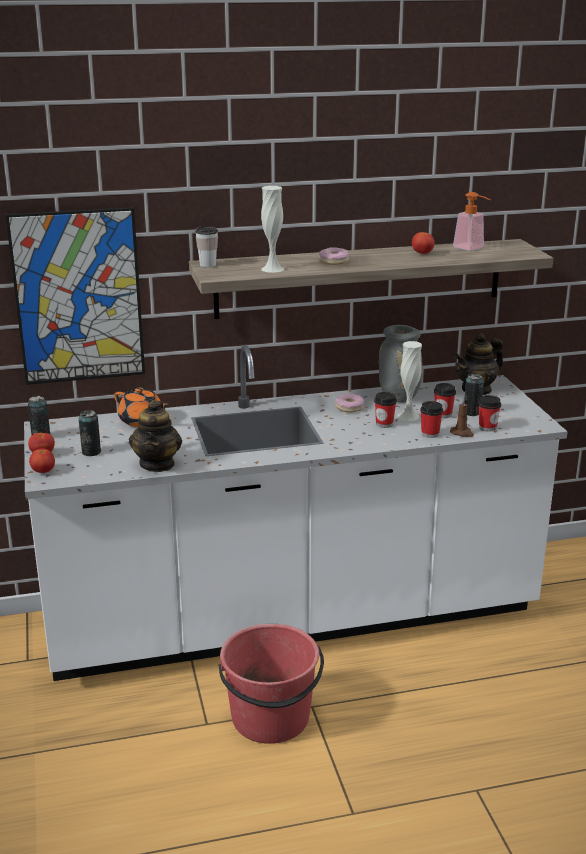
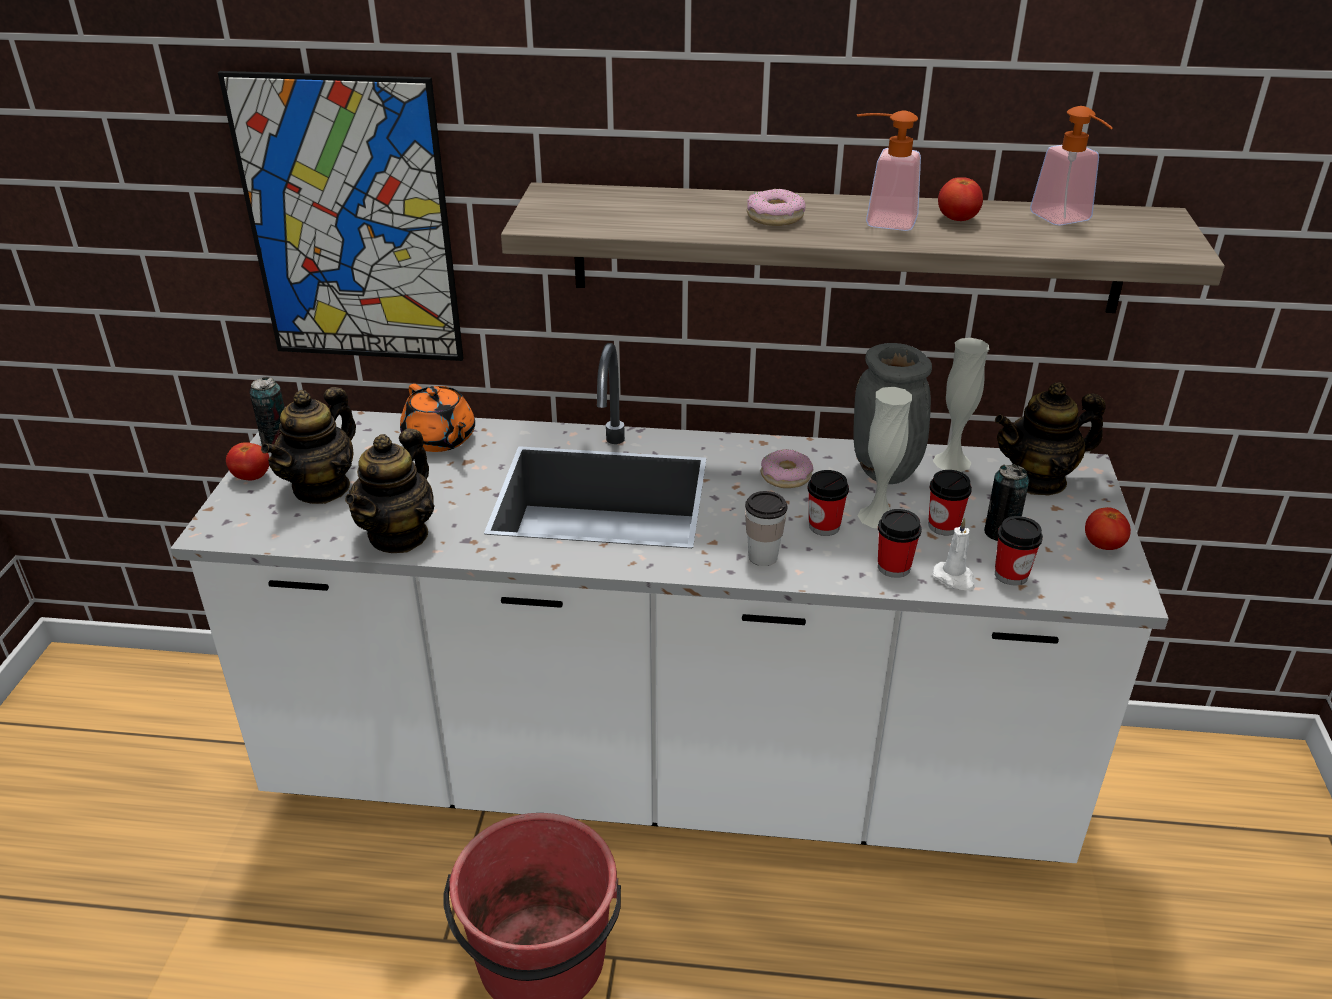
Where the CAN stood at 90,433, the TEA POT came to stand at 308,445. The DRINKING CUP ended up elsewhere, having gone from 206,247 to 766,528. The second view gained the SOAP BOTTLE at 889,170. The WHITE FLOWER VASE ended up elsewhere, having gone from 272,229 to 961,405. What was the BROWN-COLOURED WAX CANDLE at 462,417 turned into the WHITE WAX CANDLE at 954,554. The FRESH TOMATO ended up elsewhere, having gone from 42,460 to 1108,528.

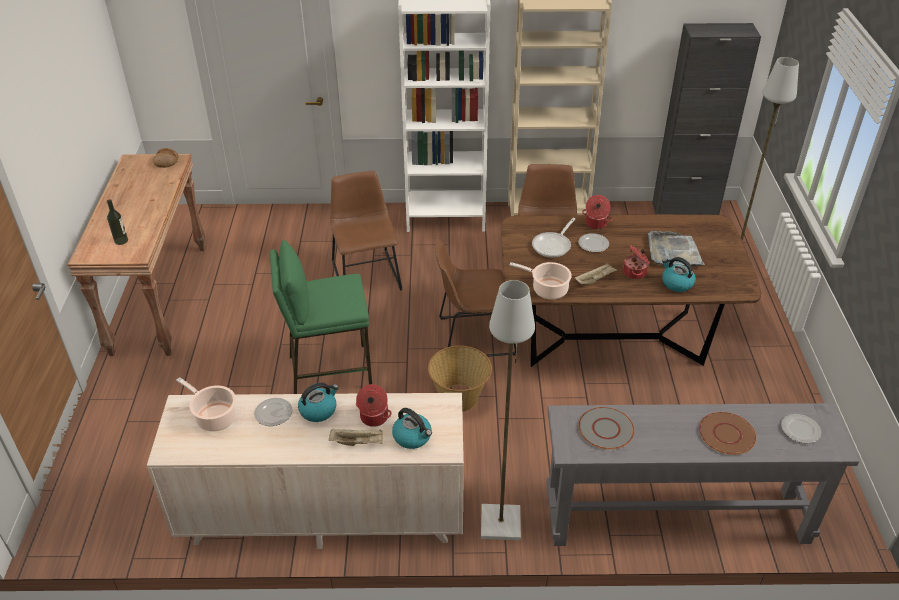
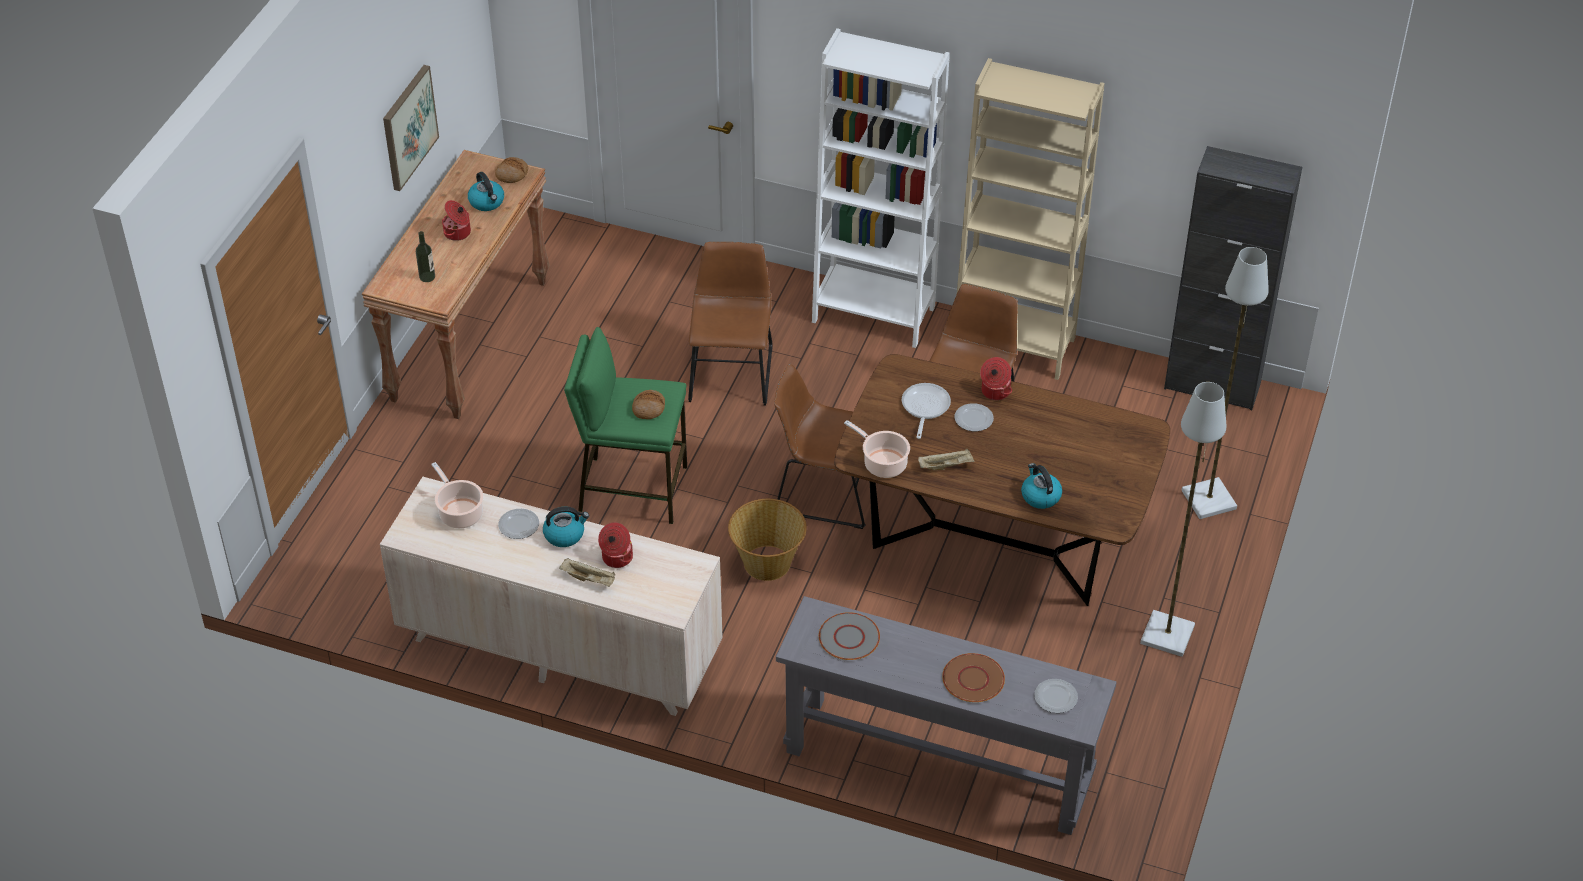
The second view gained the WALL PICTURE at 411,128. The COOKING POT ended up elsewhere, having gone from 636,262 to 456,220. The KETTLE ended up elsewhere, having gone from 412,428 to 486,191. The second view gained the BREAD at 648,404. The SKILLET at 553,238 ended up facing another way, 135 degrees clockwise from before. The GREY FLOOR LAMP ended up elsewhere, having gone from 508,410 to 1183,519. The second view lost the GREY CARRYING TRAY at 676,248.

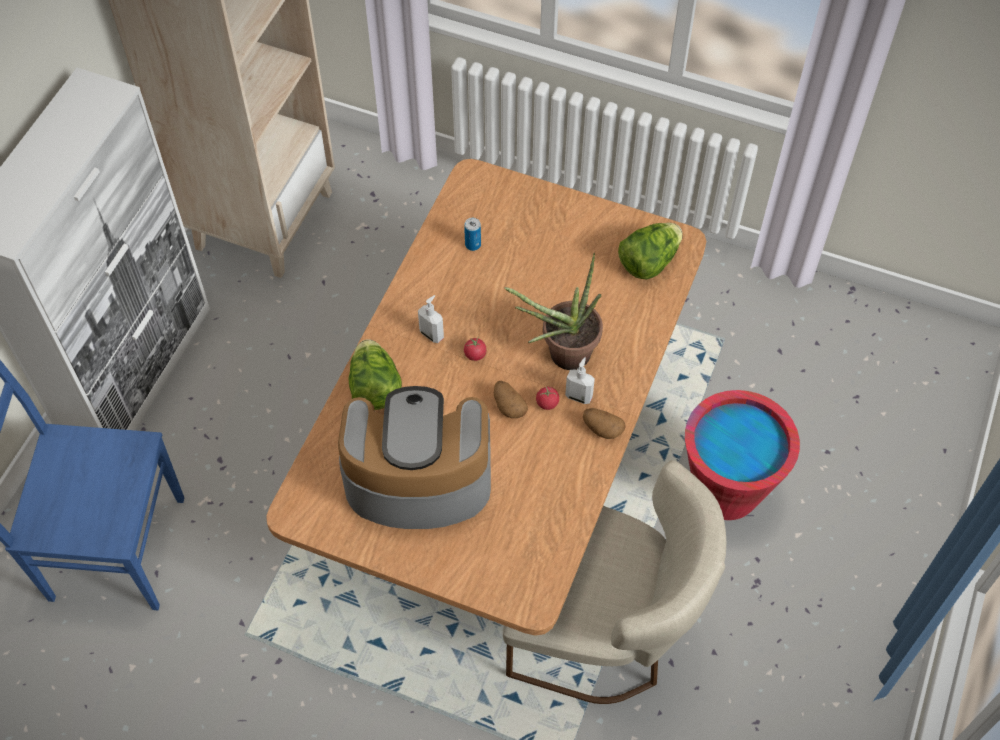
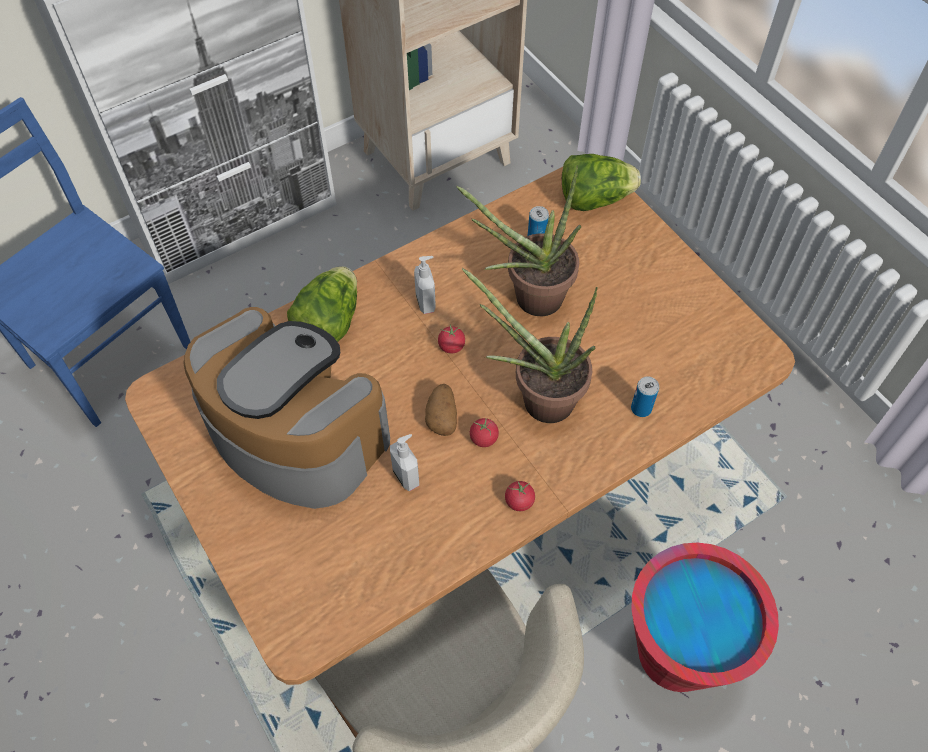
The SOAP BOTTLE ended up elsewhere, having gone from 580,380 to 404,462. The second view gained the POTTED PLANT at 518,240. Where the WHOLE POTATO stood at 604,423, the FRESH TOMATO came to stand at 520,496. The HEAD OF LETTUCE ended up elsewhere, having gone from 650,251 to 601,182. The second view gained the CAN at 645,396.

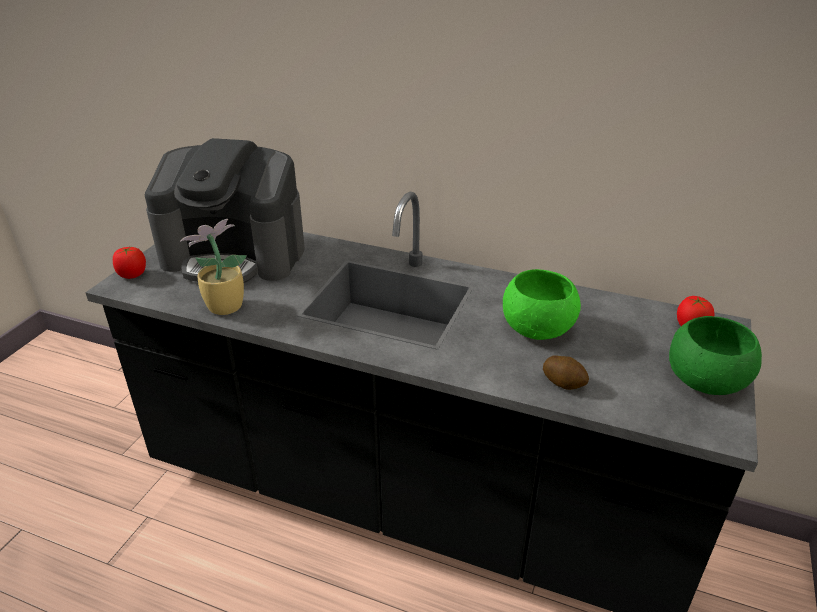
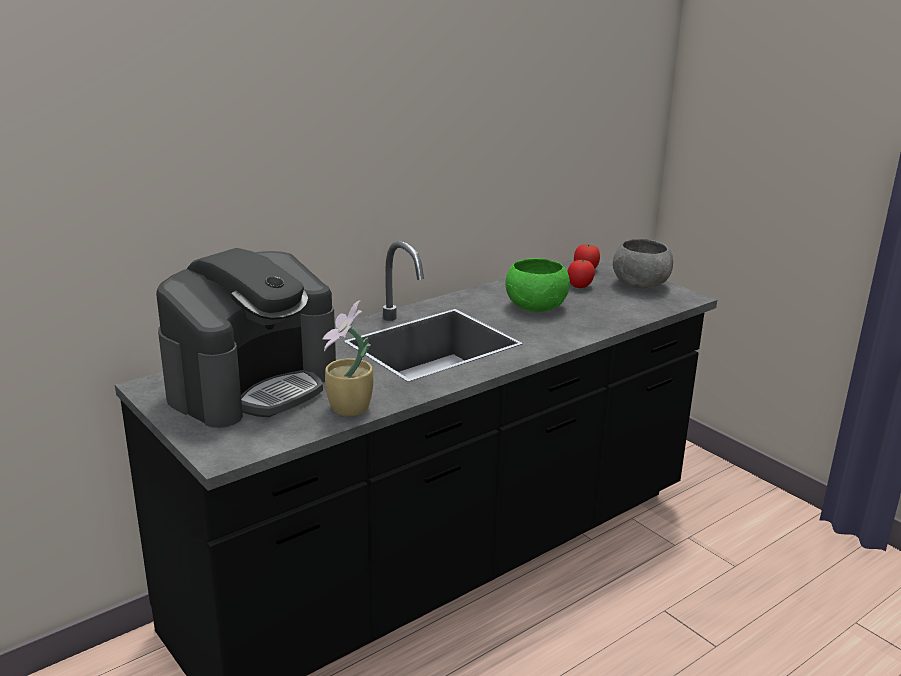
The FRESH TOMATO ended up elsewhere, having gone from 129,262 to 581,274. What was the GREENISH DEEP DISH at 715,355 turned into the GREY DEEP DISH at 643,263. The second view lost the WHOLE POTATO at 566,372.

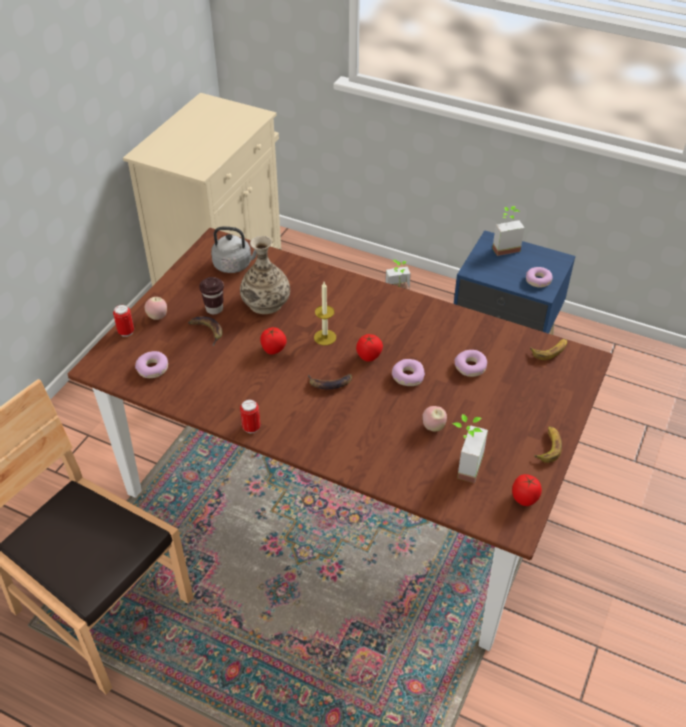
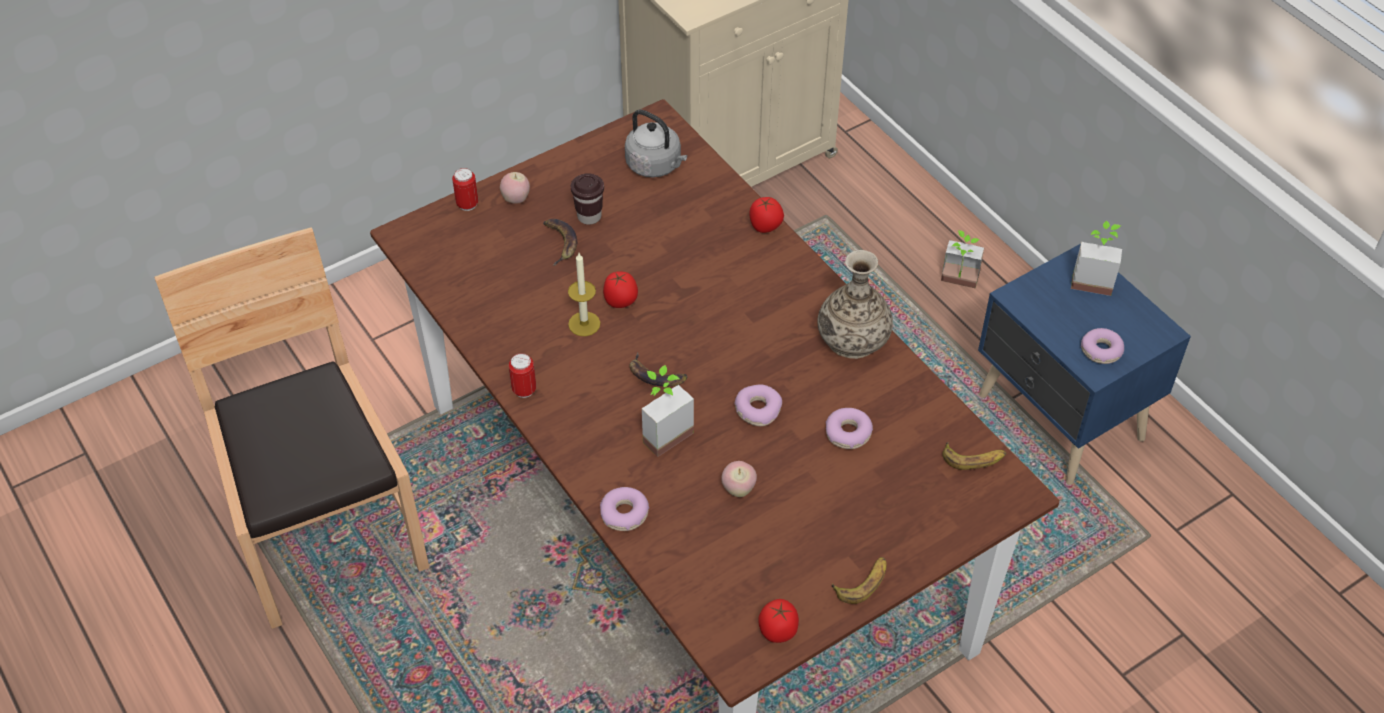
The WAX CANDLE ended up elsewhere, having gone from 325,313 to 584,294. The RING DOUGHNUT ended up elsewhere, having gone from 151,364 to 624,509. The POTTED PLANT ended up elsewhere, having gone from 470,448 to 668,411. The FRESH TOMATO ended up elsewhere, having gone from 369,348 to 766,215. The FLOWER VASE ended up elsewhere, having gone from 265,275 to 855,304.

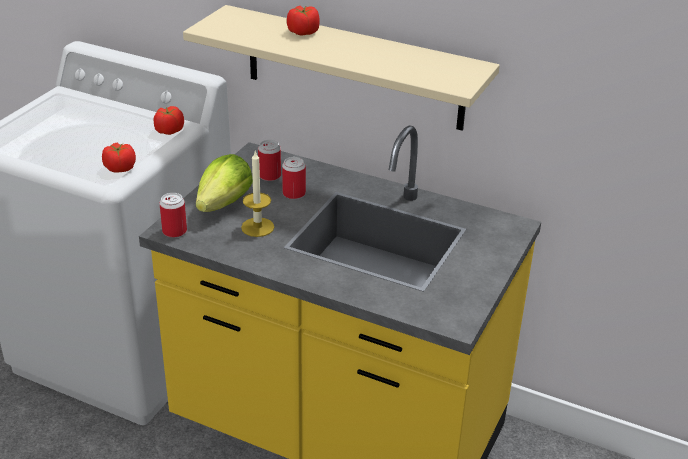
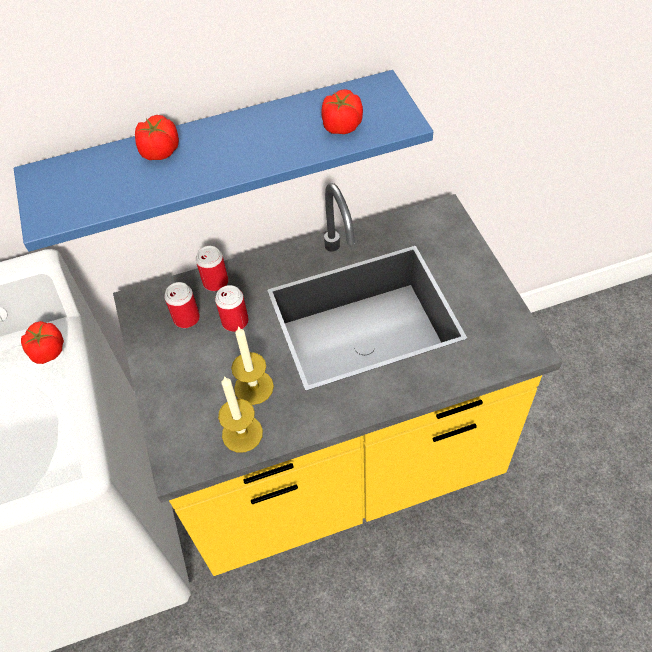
What was the BEIGE SHELF at 341,68 turned into the BLUISH SHELF at 223,161. The CAN ended up elsewhere, having gone from 173,215 to 212,268. The second view gained the WAX CANDLE at 240,414. The FRESH TOMATO ended up elsewhere, having gone from 119,158 to 342,111. The second view lost the HEAD OF LETTUCE at 224,183.

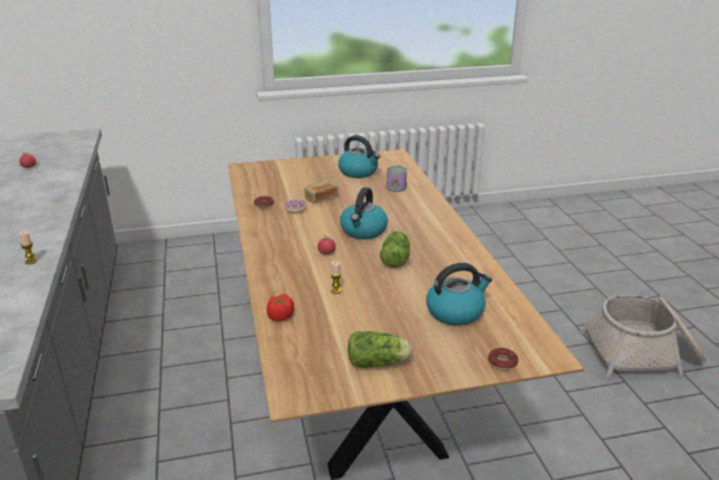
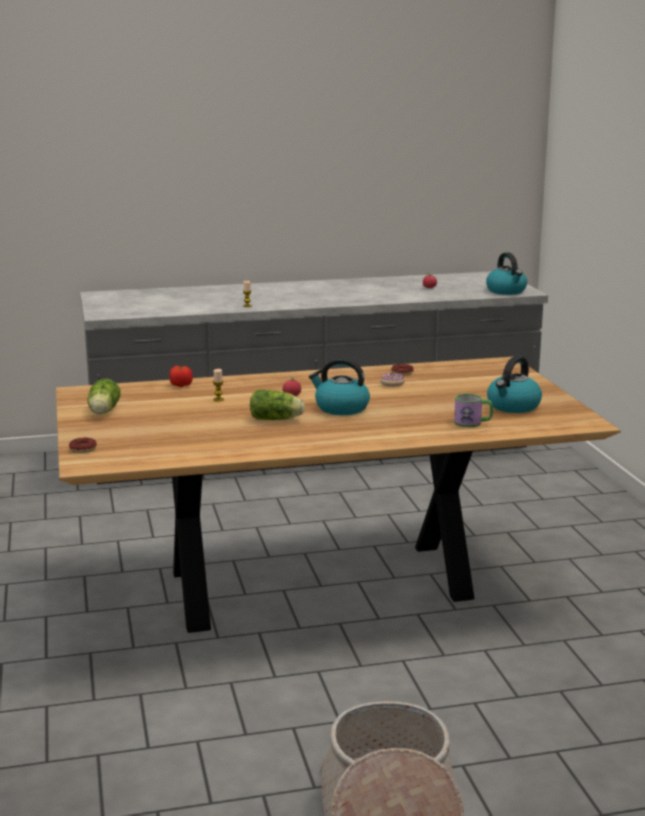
The KETTLE ended up elsewhere, having gone from 459,294 to 506,273. The second view lost the BREAD at 321,191.

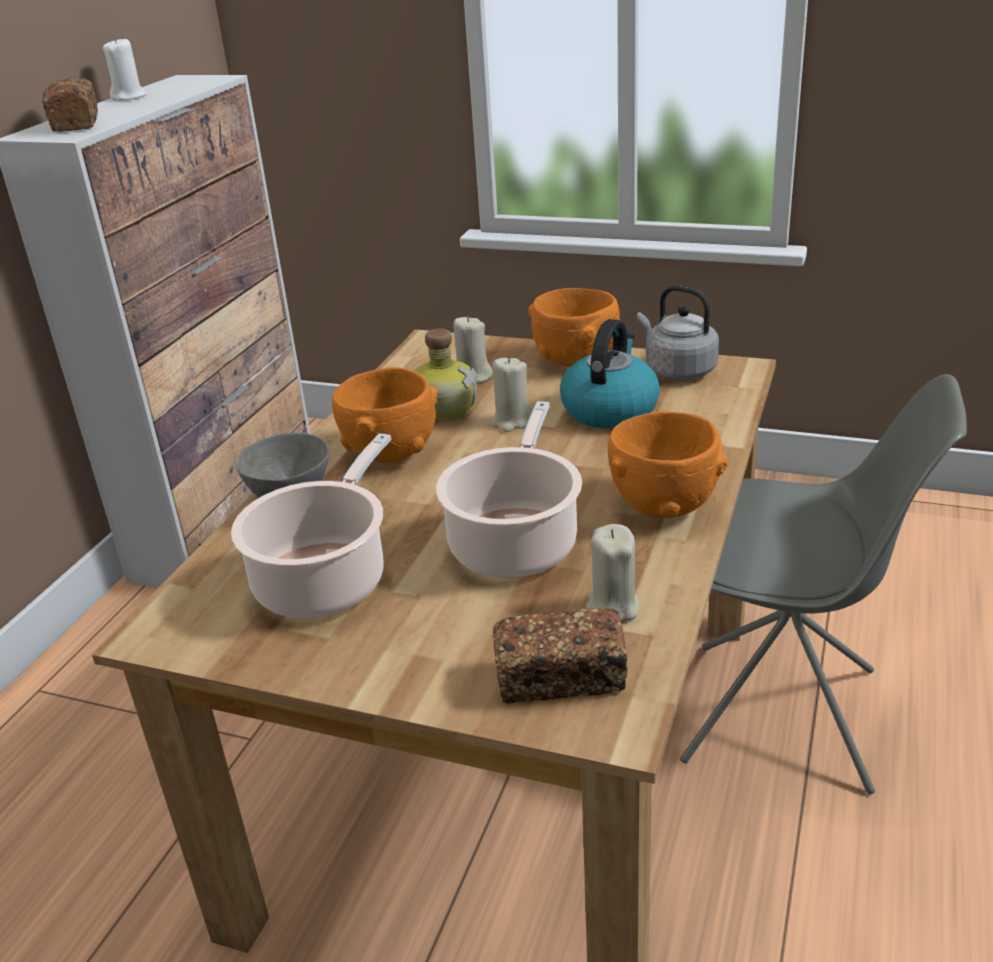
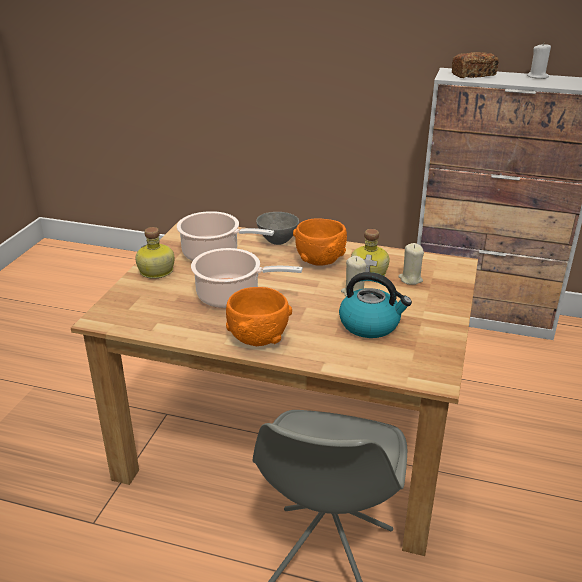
The second view gained the BOTTLE at 155,253. The second view lost the BREAD at 560,655. The second view lost the ORANGEY DEEP DISH at 574,327. The second view lost the BEIGE WAX CANDLE at 612,572. The second view lost the GREY KETTLE at 678,332.

